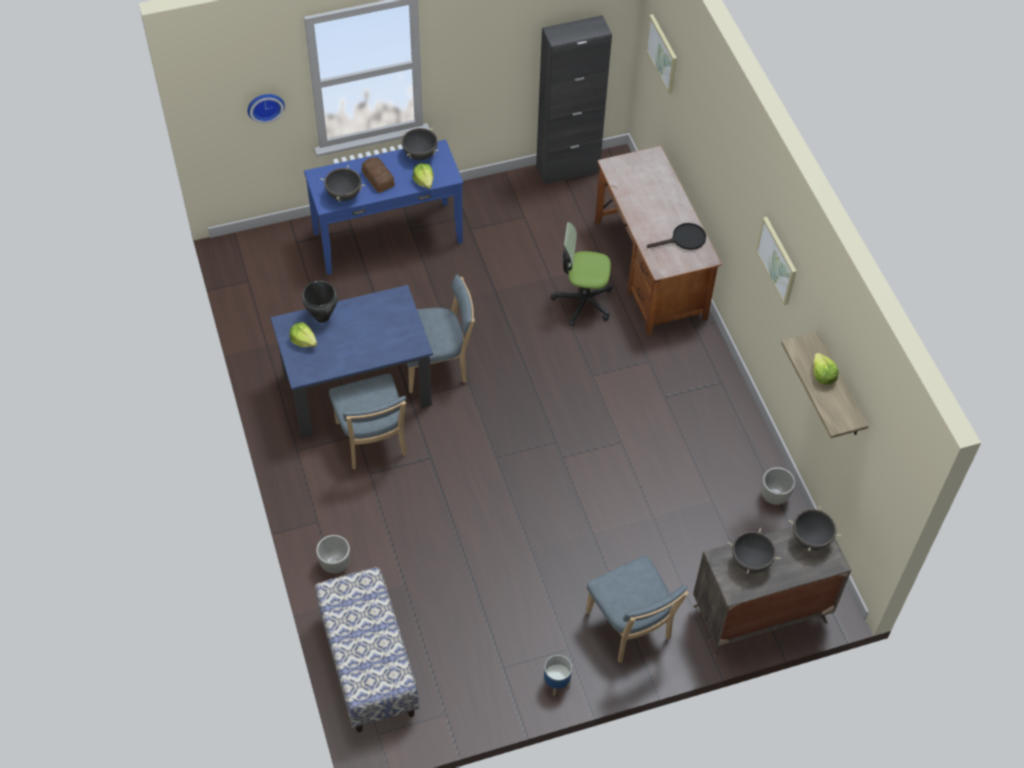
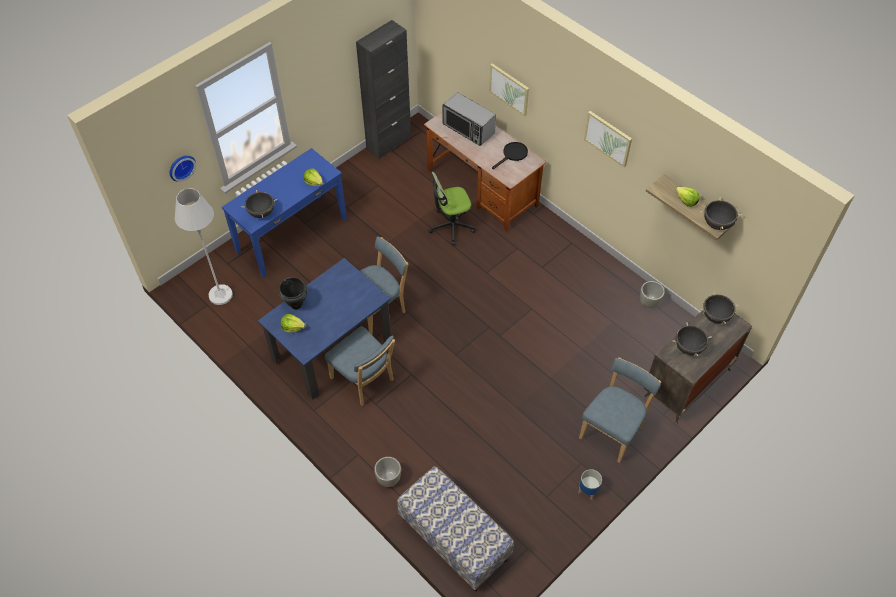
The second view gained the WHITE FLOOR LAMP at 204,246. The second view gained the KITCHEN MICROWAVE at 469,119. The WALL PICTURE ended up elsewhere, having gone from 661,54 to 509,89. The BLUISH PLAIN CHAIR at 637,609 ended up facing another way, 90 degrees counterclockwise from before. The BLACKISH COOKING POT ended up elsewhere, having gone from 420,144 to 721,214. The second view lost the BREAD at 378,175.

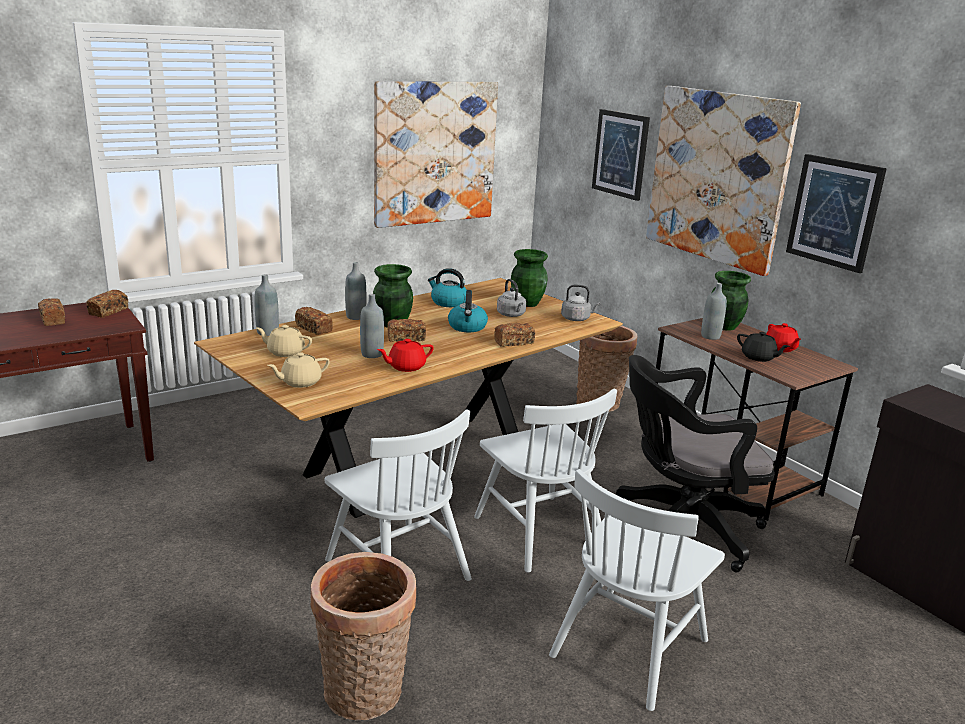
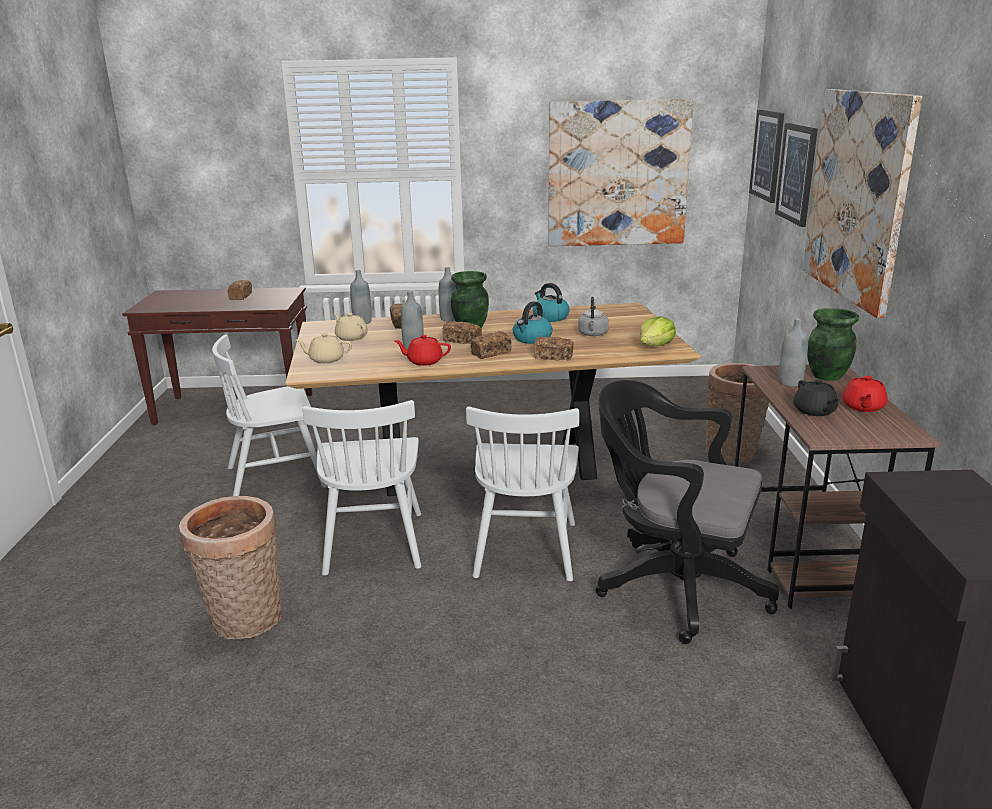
The WHITE PLAIN CHAIR ended up elsewhere, having gone from 637,590 to 269,415. The BREAD ended up elsewhere, having gone from 107,304 to 491,345. Where the GREY KETTLE stood at 580,302, the HEAD OF LETTUCE came to stand at 657,331. The WALL PICTURE ended up elsewhere, having gone from 836,213 to 766,156. The second view lost the GREENISH FLOWER VASE at 529,278.

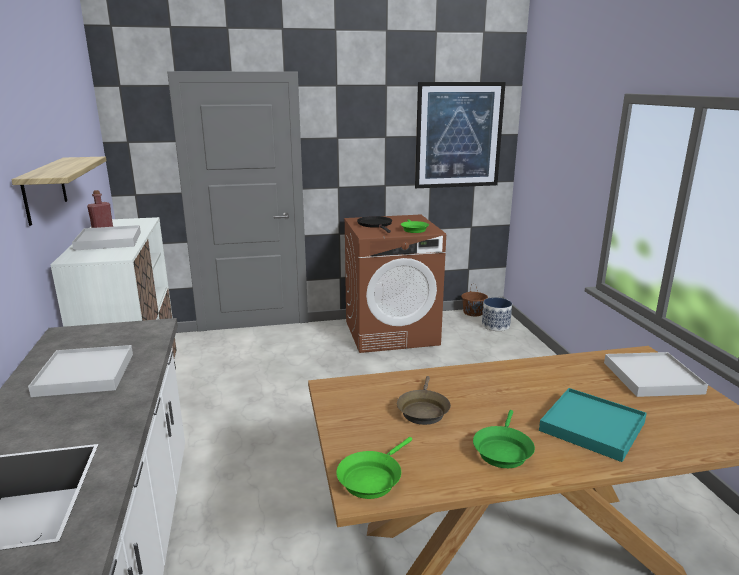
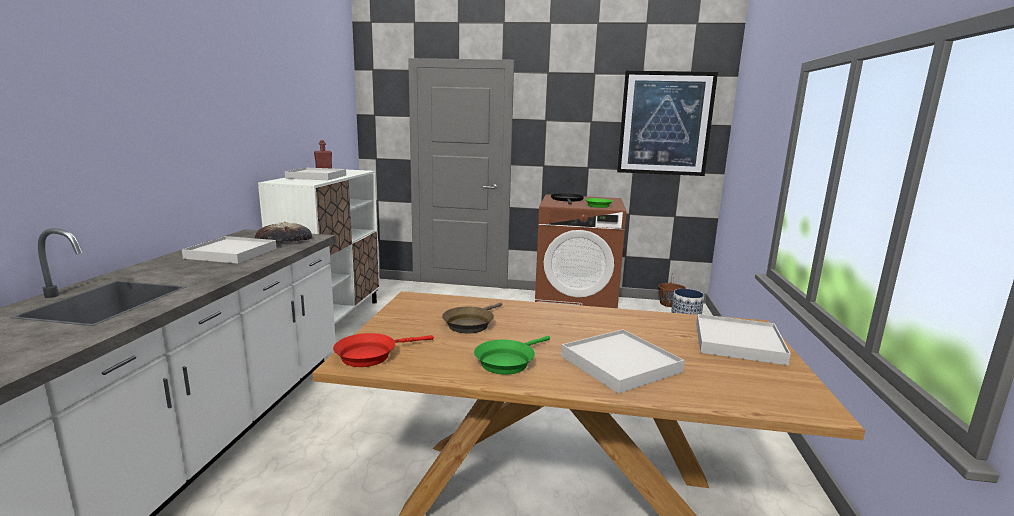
The second view gained the BREAD at 283,232. What was the GREENISH SKILLET at 374,468 turned into the REDDISH SKILLET at 383,350. What was the TURQUOISE CARRYING TRAY at 593,425 turned into the WHITE CARRYING TRAY at 622,361. The second view lost the SHELF at 59,191.

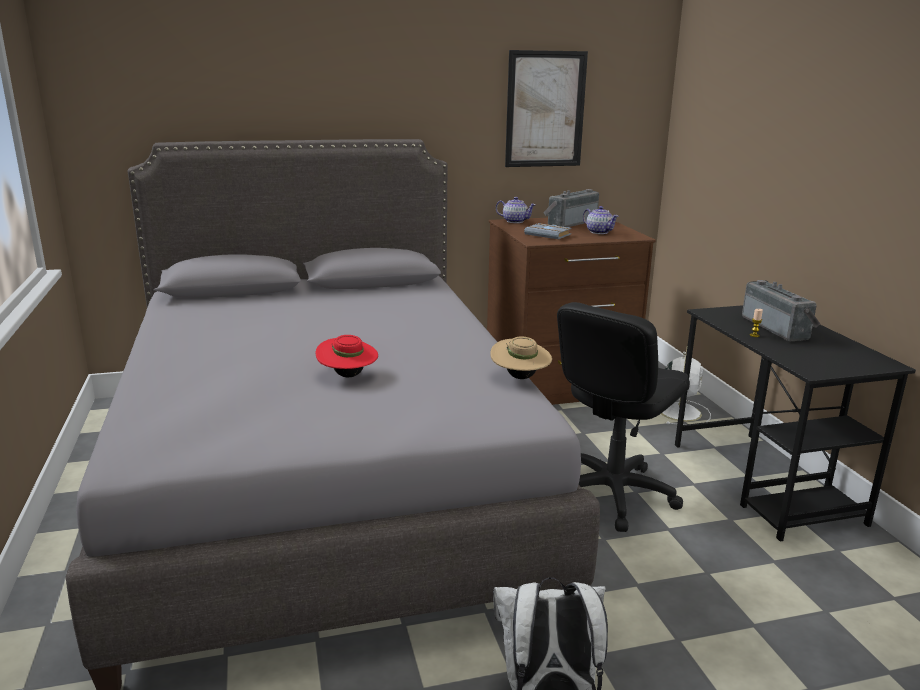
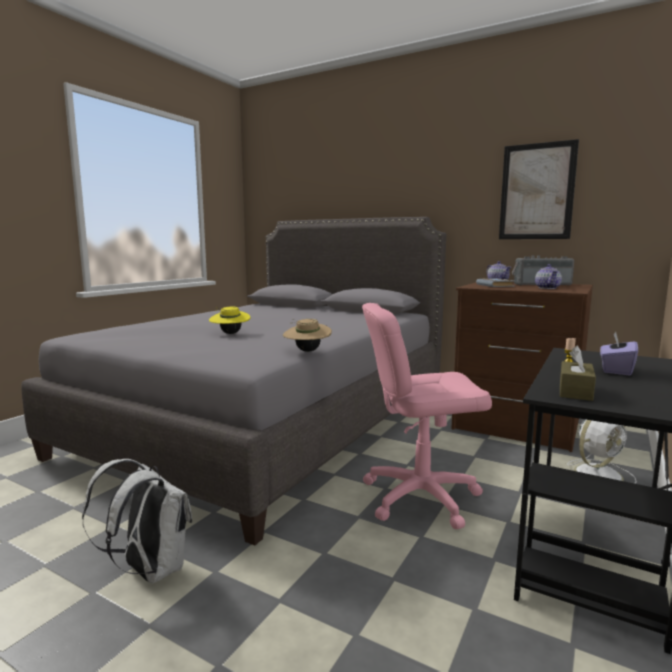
What was the REDDISH WEARABLE HAT at 347,356 turned into the YELLOW-COLOURED WEARABLE HAT at 230,320. What was the BLACKISH COMPUTER CHAIR at 623,417 turned into the PINKISH COMPUTER CHAIR at 427,416. The second view gained the BROWN-COLOURED TISSUE BOX at 578,373. Where the RADIO stood at 781,311, the PURPLISH TISSUE BOX came to stand at 619,353.

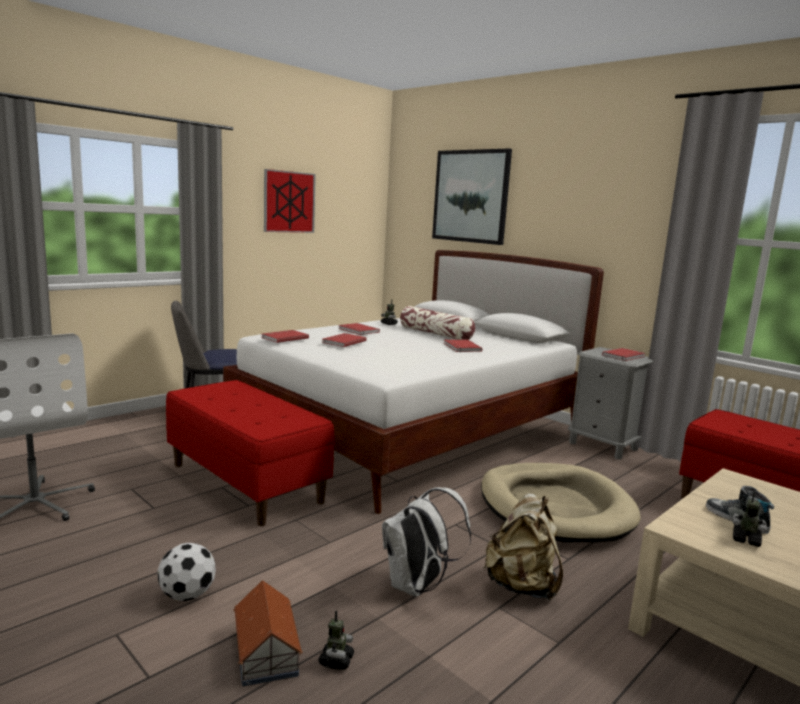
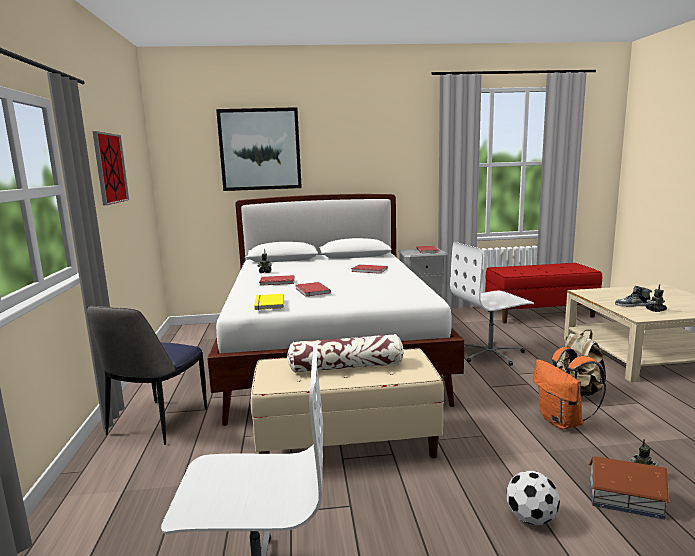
What was the REDDISH LONG SEAT at 250,453 turned into the BEIGE LONG SEAT at 347,403. What was the REDDISH BOUND BOOK at 285,336 turned into the YELLOW-COLOURED BOUND BOOK at 269,302. The THROW PILLOW ended up elsewhere, having gone from 437,323 to 345,353. Where the BEIGE PET BED stood at 561,503, the WHITE COMPUTER CHAIR came to stand at 492,304. What was the WHITE RUCKSACK at 426,542 turned into the ORANGEY RUCKSACK at 569,388.

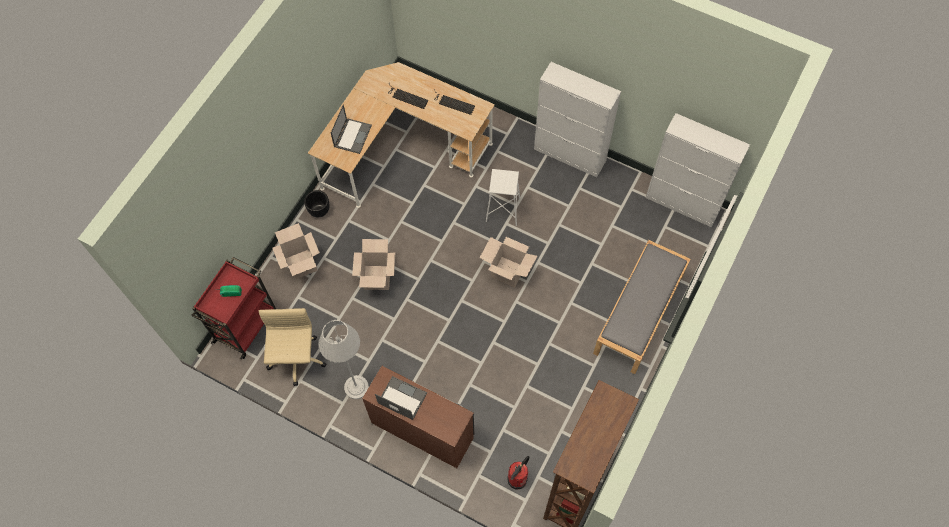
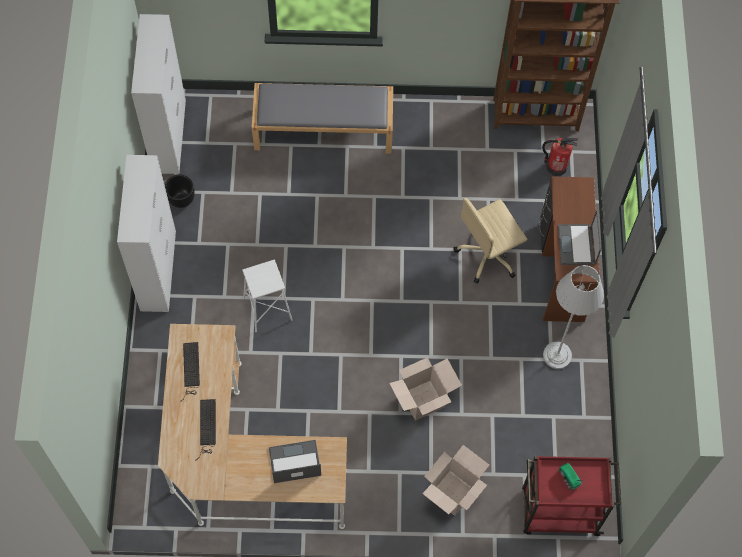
The BLACKISH PLANT POT ended up elsewhere, having gone from 316,203 to 180,191. The BEIGE COMPUTER CHAIR ended up elsewhere, having gone from 292,347 to 490,241. The second view lost the PACKING BOX at 508,262.

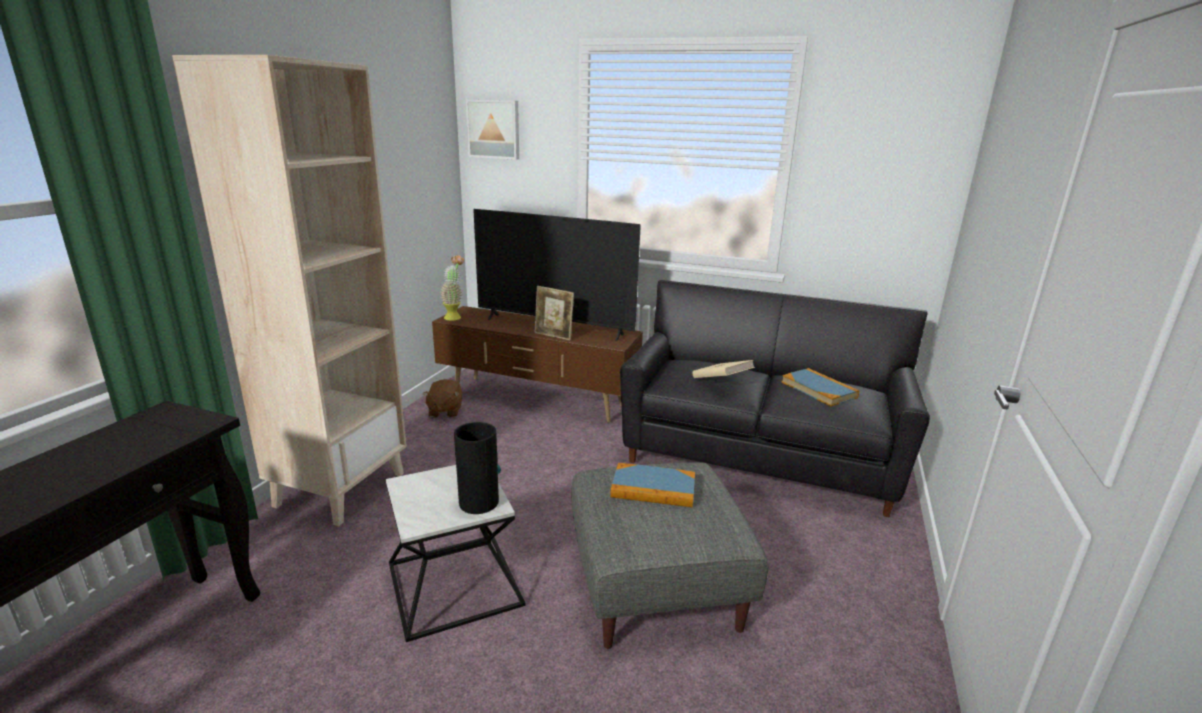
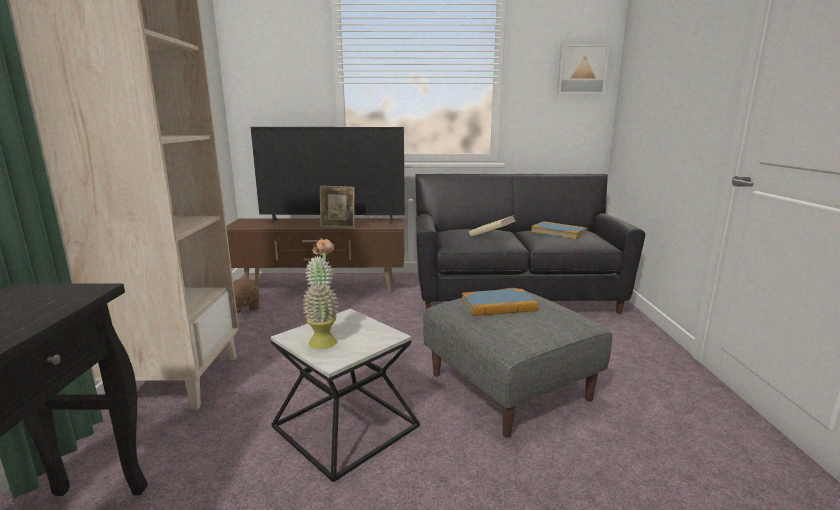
The POTTED PLANT ended up elsewhere, having gone from 452,288 to 320,294. The WALL PICTURE ended up elsewhere, having gone from 492,130 to 583,69. The second view lost the FLOWER VASE at 477,468.

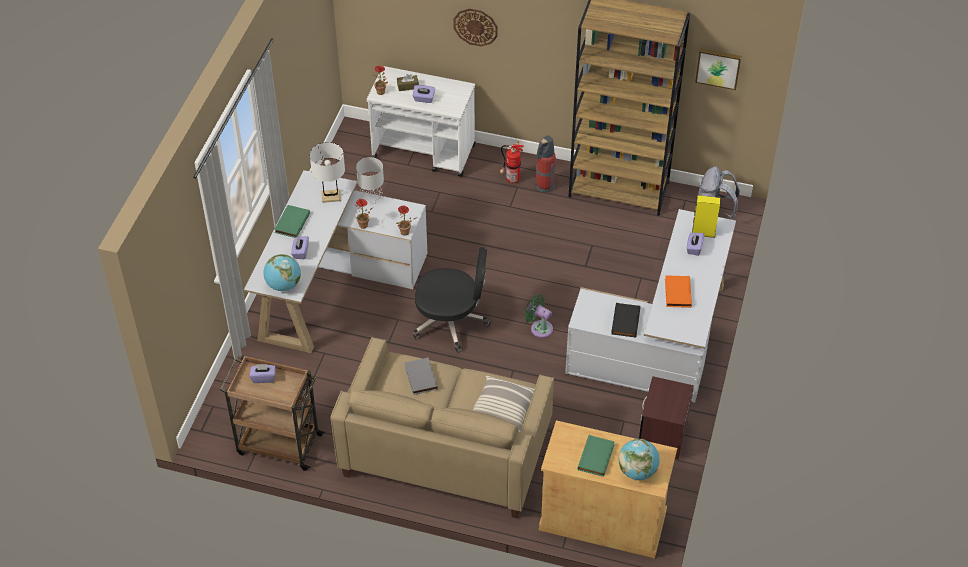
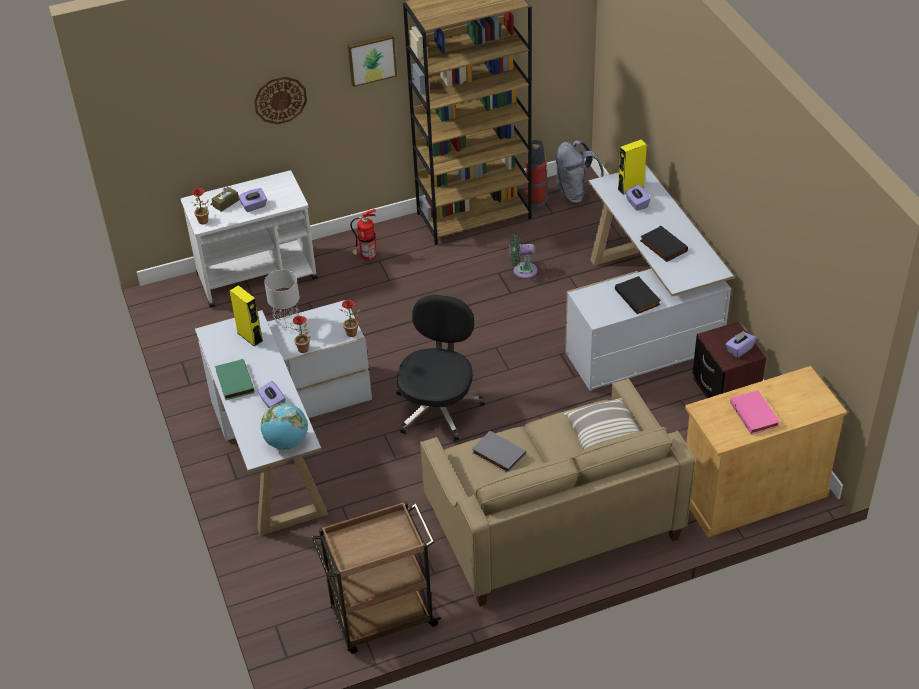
Where the WHITE TABLE LAMP stood at 327,172, the YELLOW-COLOURED AUDIO SPEAKER came to stand at 246,316. The WALL PICTURE ended up elsewhere, having gone from 718,69 to 372,60. The BLACKISH COMPUTER CHAIR at 452,299 ended up facing another way, 45 degrees counterclockwise from before. The GREENISH ELECTRIC FAN ended up elsewhere, having gone from 538,316 to 523,256. The FIRE EXTINGUISHER ended up elsewhere, having gone from 546,163 to 536,173. What was the ORANGEY BOUND BOOK at 678,291 turned into the BLACKISH BOUND BOOK at 664,244. The PURPLISH TISSUE BOX ended up elsewhere, having gone from 262,373 to 740,344. What was the GREENISH BOUND BOOK at 596,456 turned into the PINKISH BOUND BOOK at 755,412. The second view lost the WORLD GLOBE at 639,459.

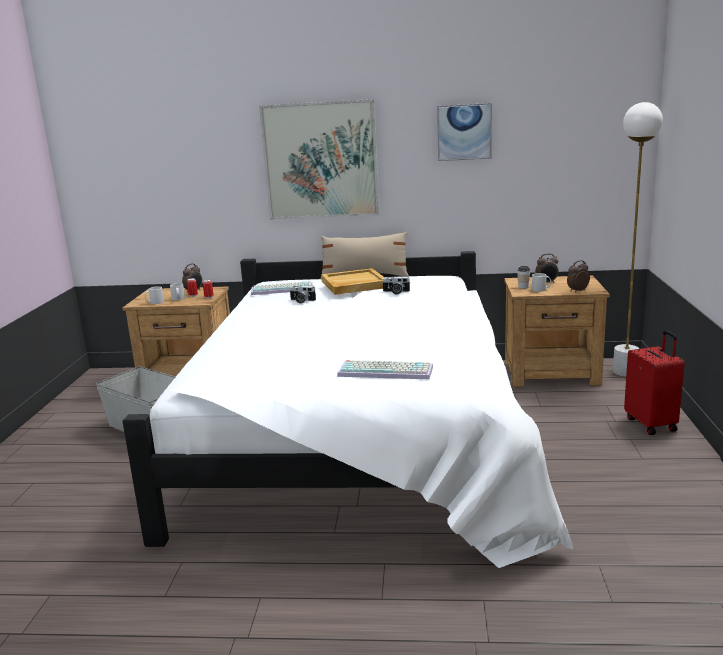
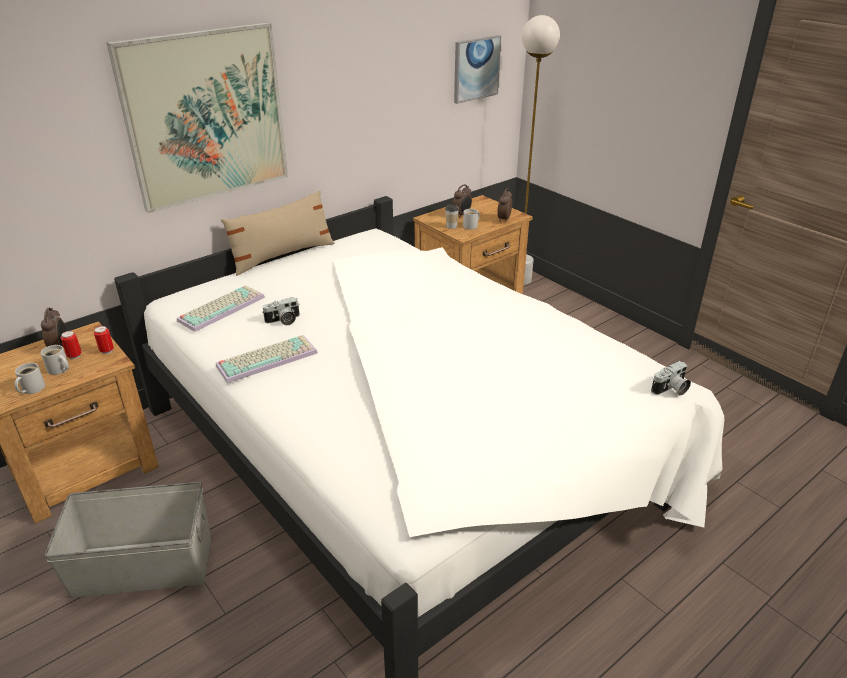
The KEYBOARD ended up elsewhere, having gone from 385,369 to 267,359. The WALL PICTURE ended up elsewhere, having gone from 464,132 to 477,69. The PHOTO CAMERA ended up elsewhere, having gone from 397,285 to 671,378. The second view lost the BEIGE CARRYING TRAY at 353,281. The second view lost the REDDISH PIECE OF LUGGAGE at 654,382.

